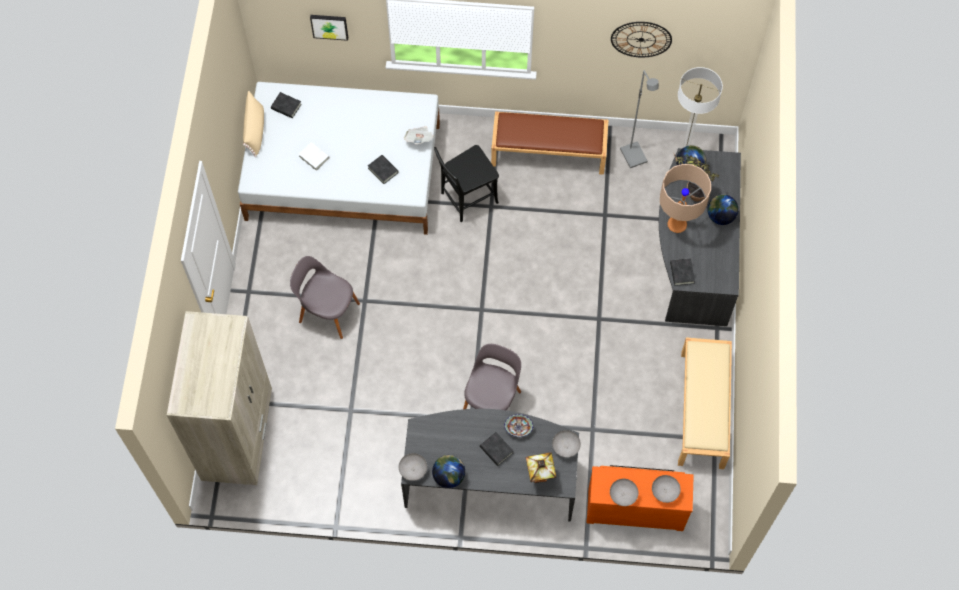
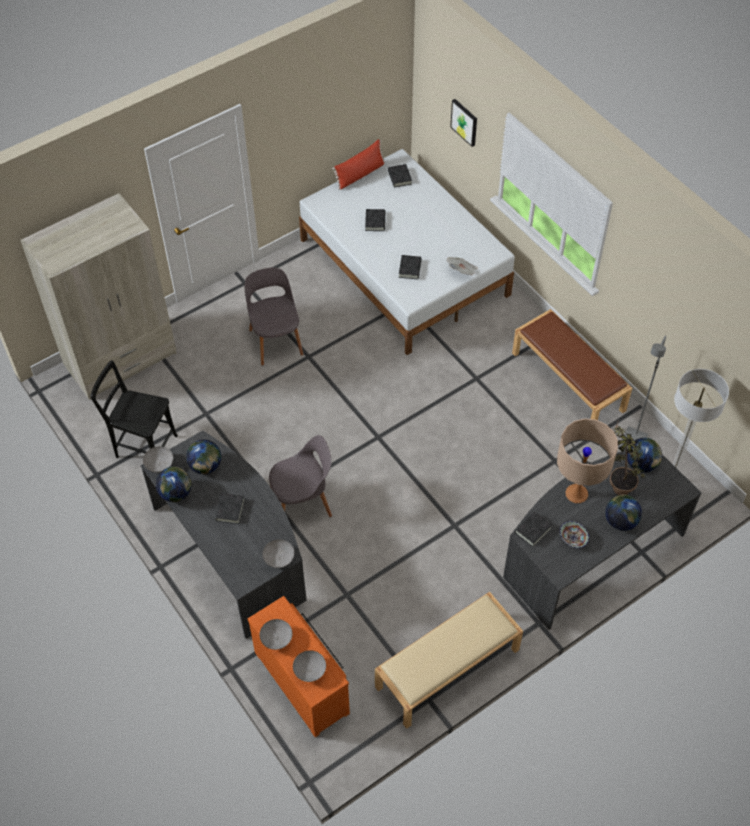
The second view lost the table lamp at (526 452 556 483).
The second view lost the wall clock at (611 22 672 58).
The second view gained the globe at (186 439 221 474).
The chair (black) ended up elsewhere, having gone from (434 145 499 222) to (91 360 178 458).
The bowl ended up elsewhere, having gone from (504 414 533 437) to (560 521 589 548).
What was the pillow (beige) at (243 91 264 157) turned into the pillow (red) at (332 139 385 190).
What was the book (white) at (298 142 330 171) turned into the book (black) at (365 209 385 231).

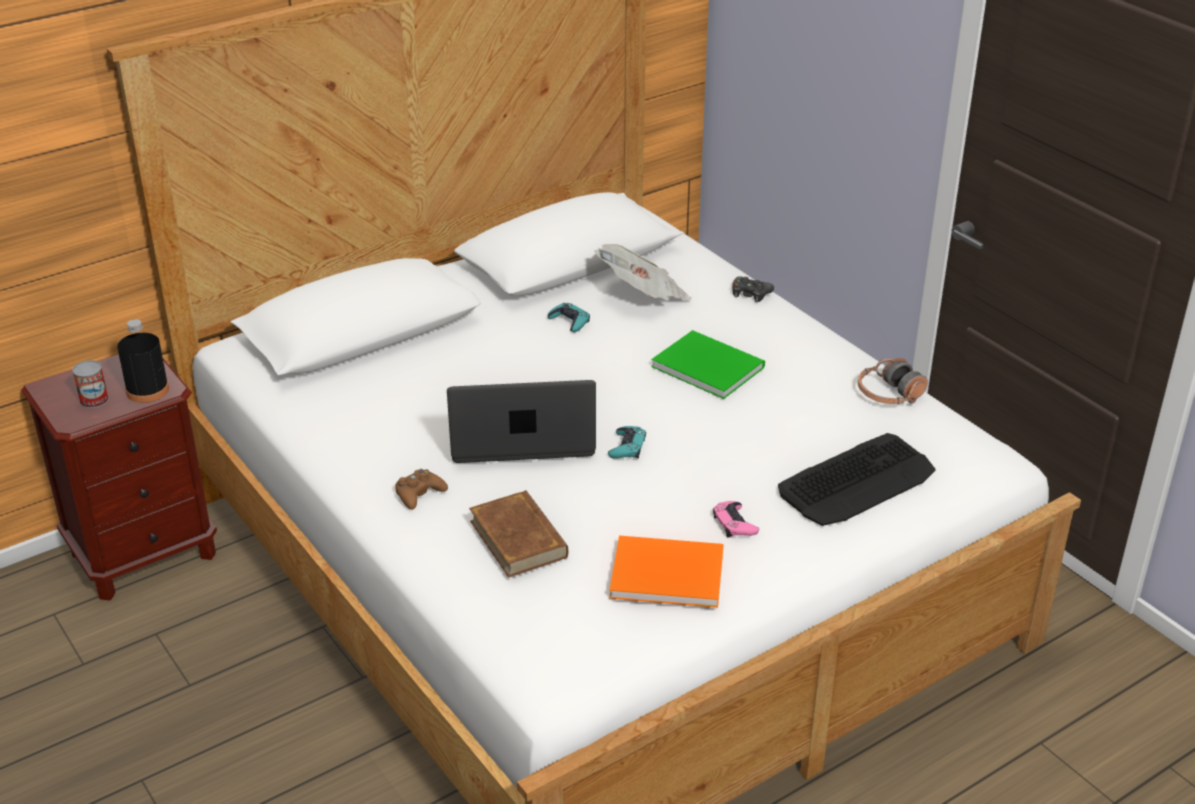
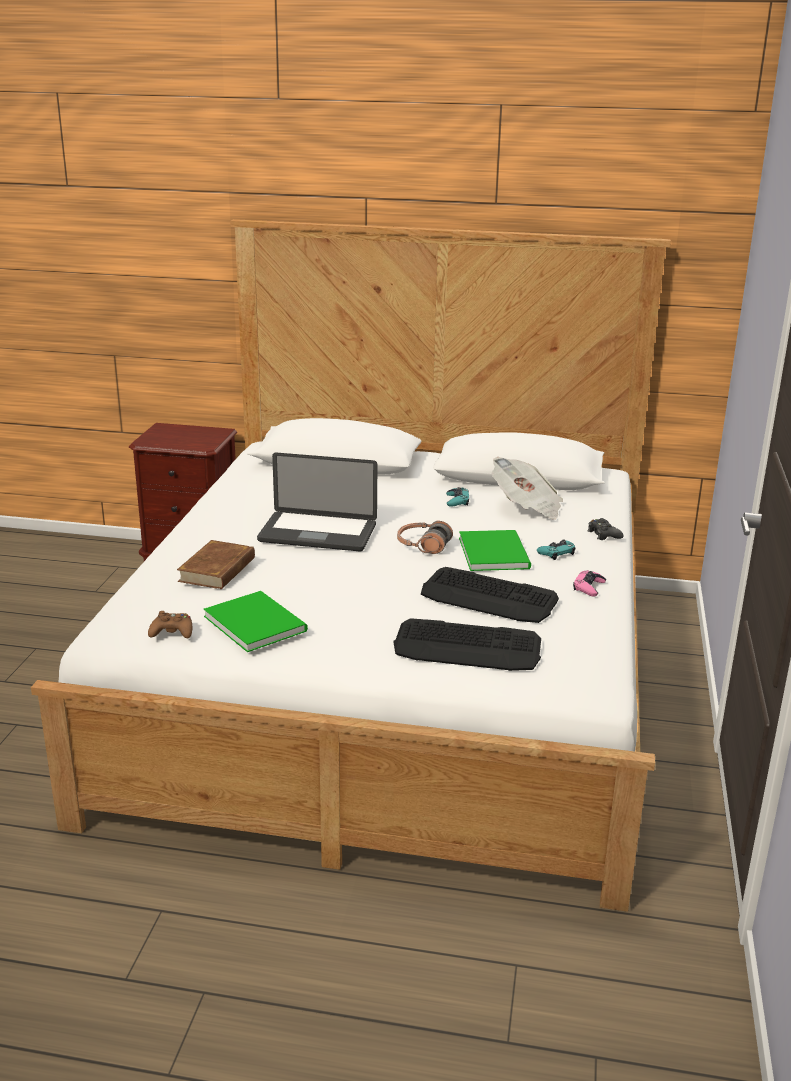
The second view lost the can at (72 360 109 408).
The second view lost the bottle (black) at (117 319 169 403).
The second view gained the keyboard at (421 567 559 623).
The game controller (brown) ended up elsewhere, having gone from (395 469 448 510) to (148 611 192 638).
The game controller (turquoise) ended up elsewhere, having gone from (608 426 646 459) to (537 539 575 560).
The game controller (pink) ended up elsewhere, having gone from (713 501 759 538) to (573 570 606 597).
The headphones ended up elsewhere, having gone from (858 358 928 404) to (397 520 453 554).
What was the book (orange) at (609 535 724 608) turned into the book (green) at (204 591 308 652).
The laptop at (447 380 596 463) ended up facing another way, 150 degrees clockwise from before.

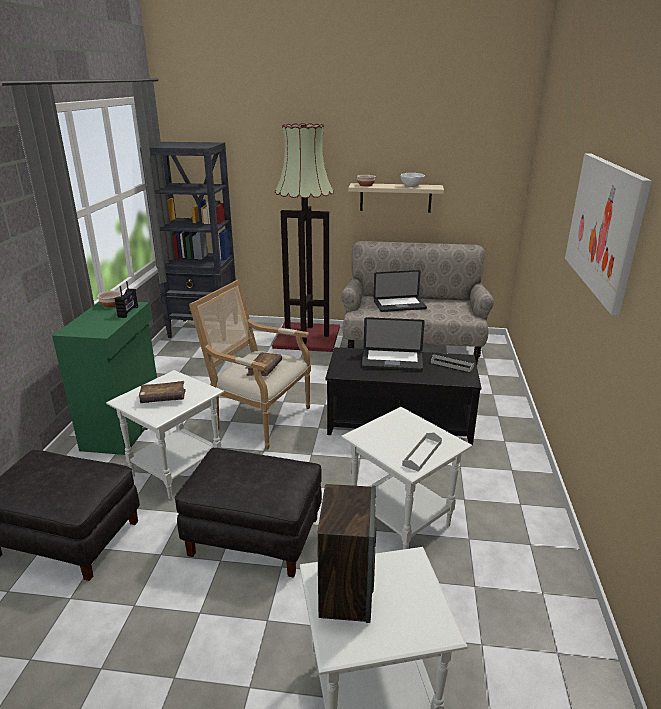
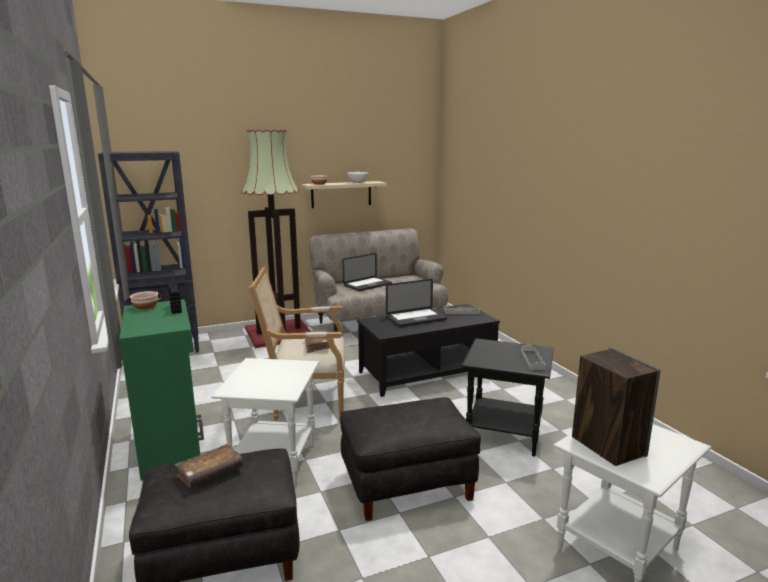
The second view lost the picture at (565 153 652 315).
The book (brown) ended up elsewhere, having gone from (139 381 186 403) to (175 444 243 488).
What was the side table (white) at (341 407 472 549) turned into the side table (black) at (461 338 554 457).

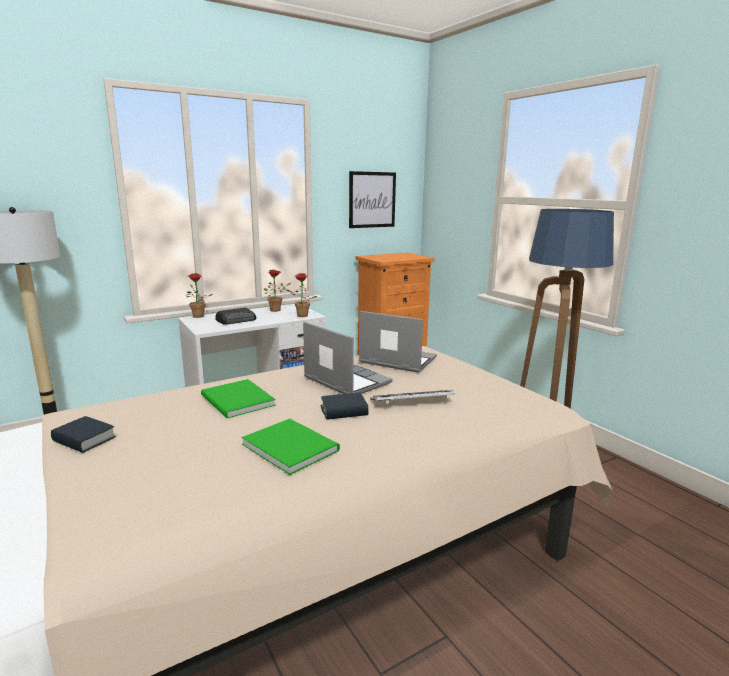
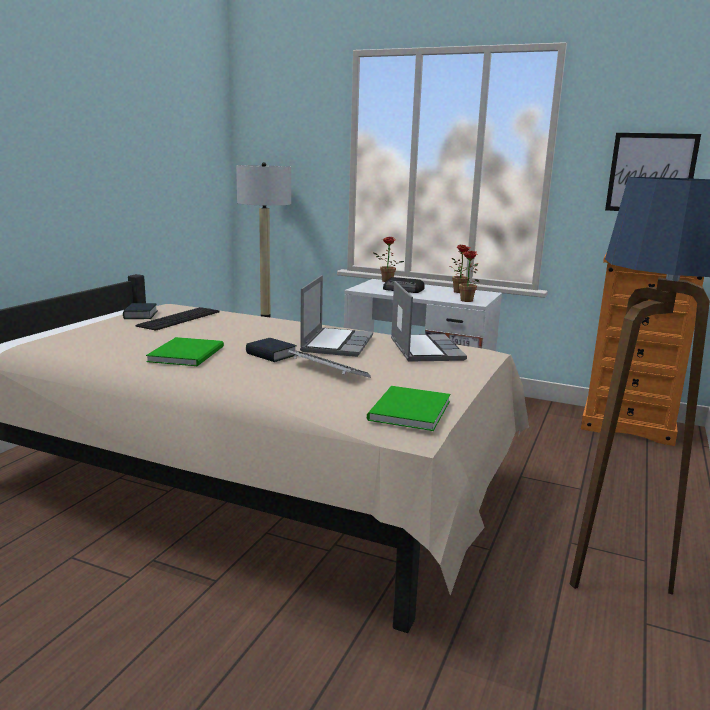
The second view gained the keyboard at (136 307 220 331).
The book (green) ended up elsewhere, having gone from (201 379 276 419) to (367 386 450 431).

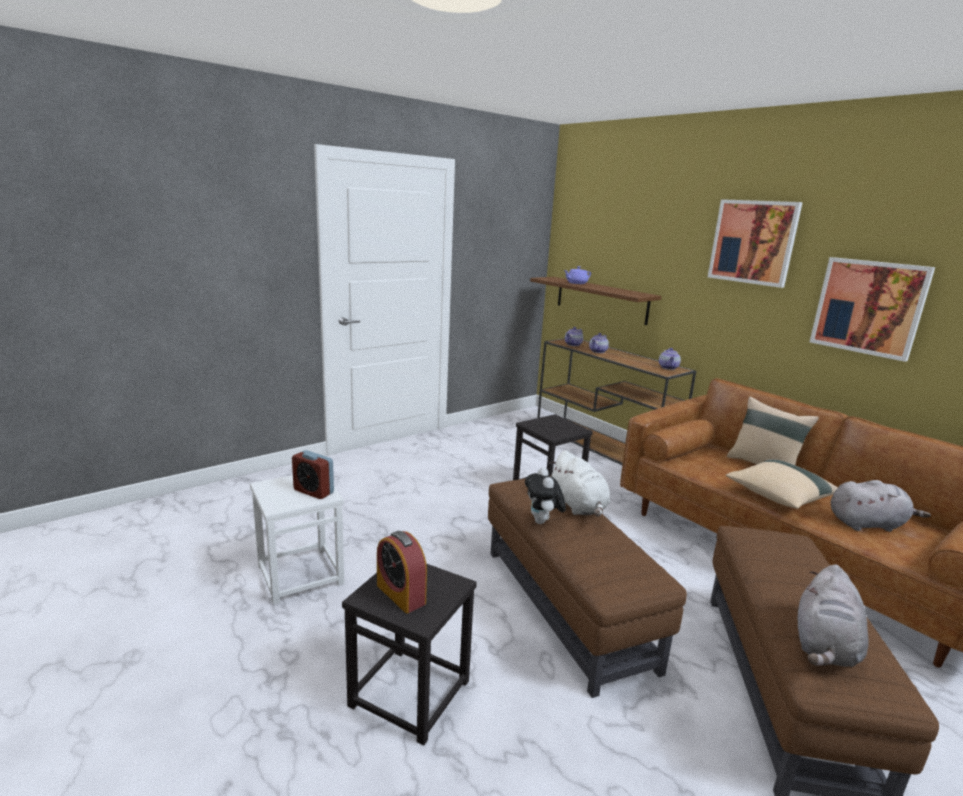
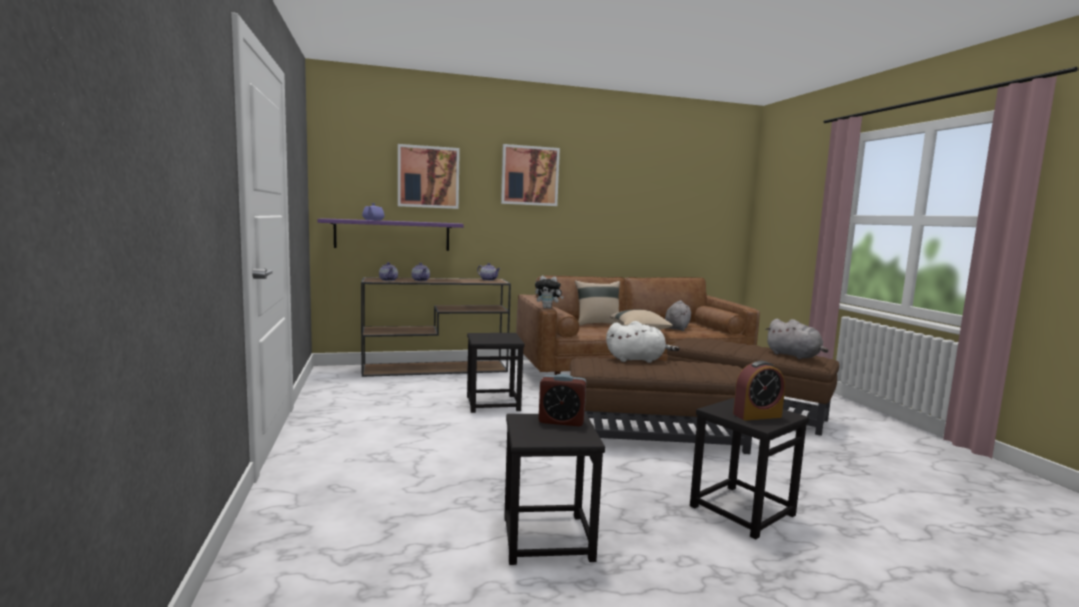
The plush toy ended up elsewhere, having gone from (525 467 566 524) to (535 276 564 309).
The picture ended up elsewhere, having gone from (810 257 935 362) to (398 144 460 209).
What was the stool (white) at (250 475 345 605) turned into the stool (black) at (504 414 605 565).
What was the shelf (brown) at (530 277 662 325) turned into the shelf (purple) at (318 218 464 251).
The alarm clock at (292 450 334 499) ended up facing another way, 45 degrees clockwise from before.

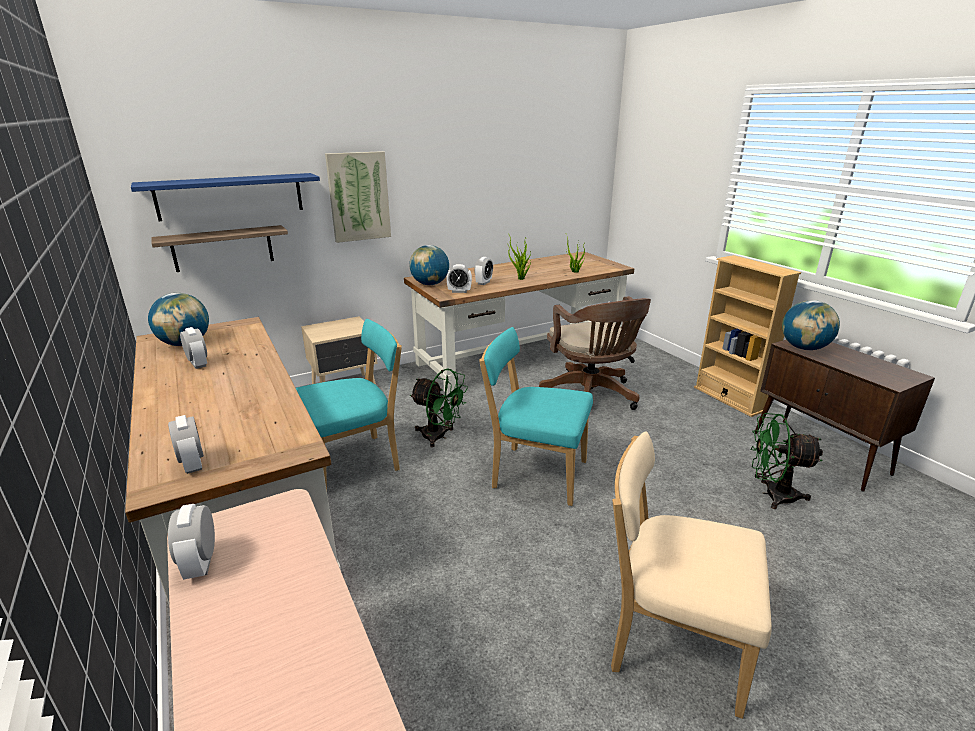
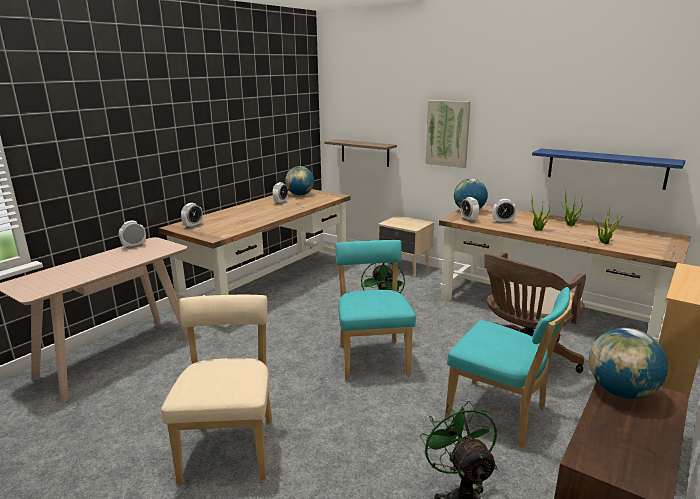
The shelf (blue) ended up elsewhere, having gone from (131 173 320 221) to (532 148 686 190).
The chair (turquoise) ended up elsewhere, having gone from (296 319 402 490) to (445 287 575 448).

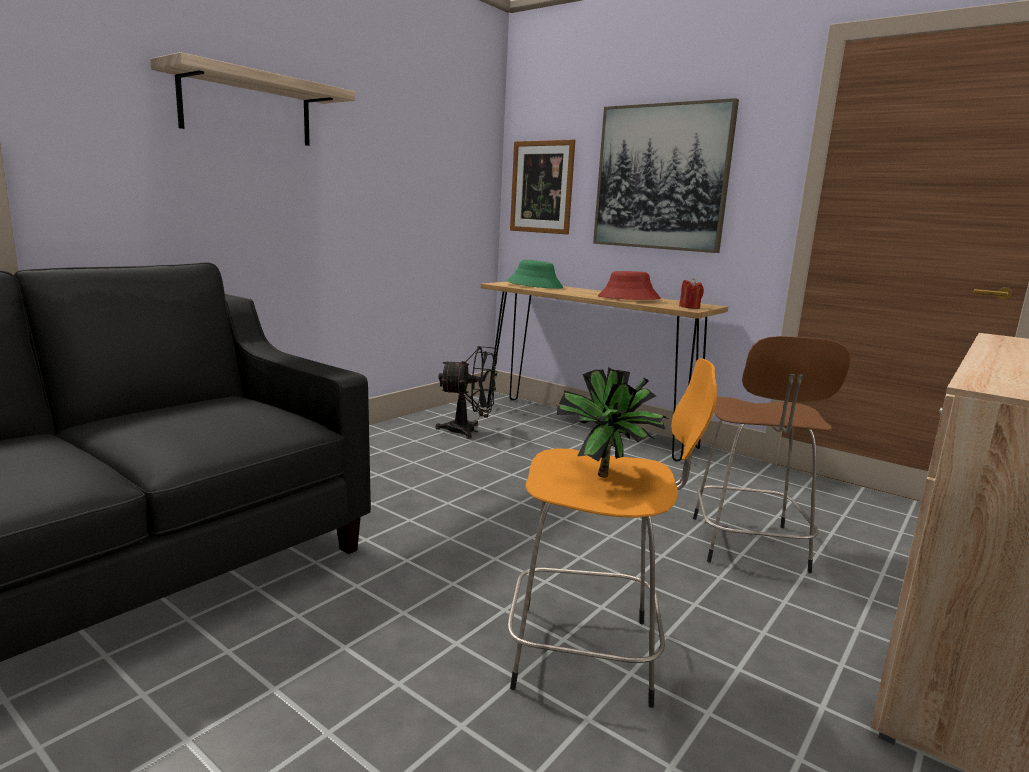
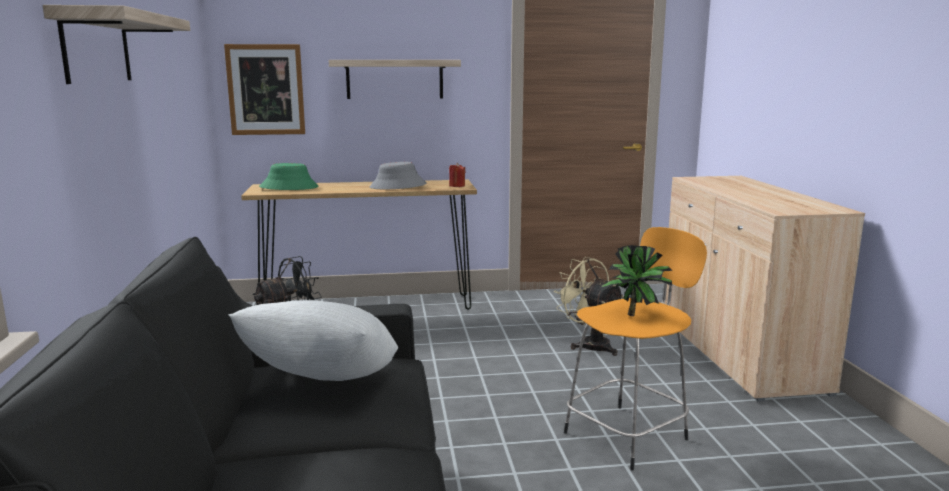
The second view gained the pillow (white) at (229 300 398 381).
Where the picture hung at (593 98 739 253), the shelf came to hang at (329 60 461 99).
Where the stool (brown) stood at (693 336 850 573), the fan (beige) came to stand at (554 257 624 356).
What was the hat (red) at (598 271 661 300) turned into the hat (grey) at (369 162 426 189).

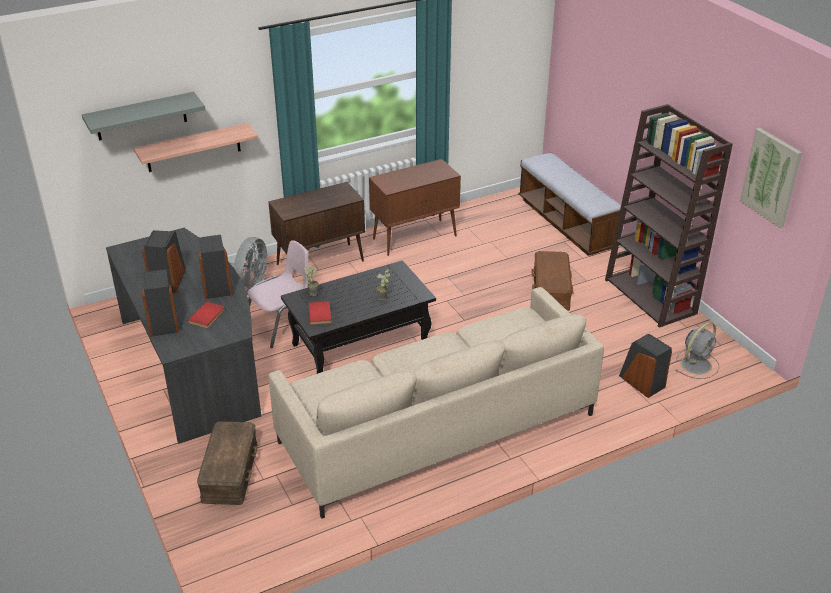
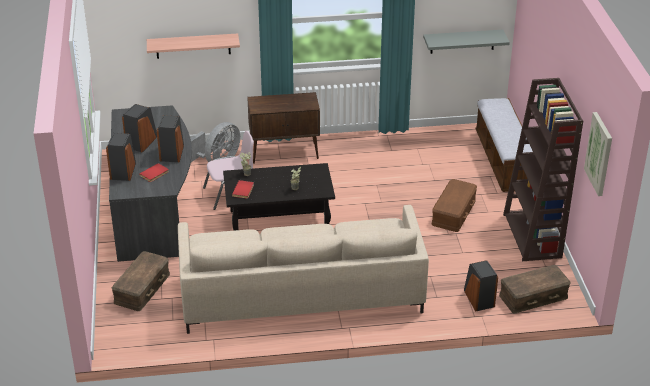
The second view lost the cabinet (brown) at (369 159 461 256).
The shelf (grey) ended up elsewhere, having gone from (82 92 205 141) to (423 30 510 54).
Where the fan (grey) stood at (675 322 719 379), the storage box (brown) came to stand at (499 265 570 313).

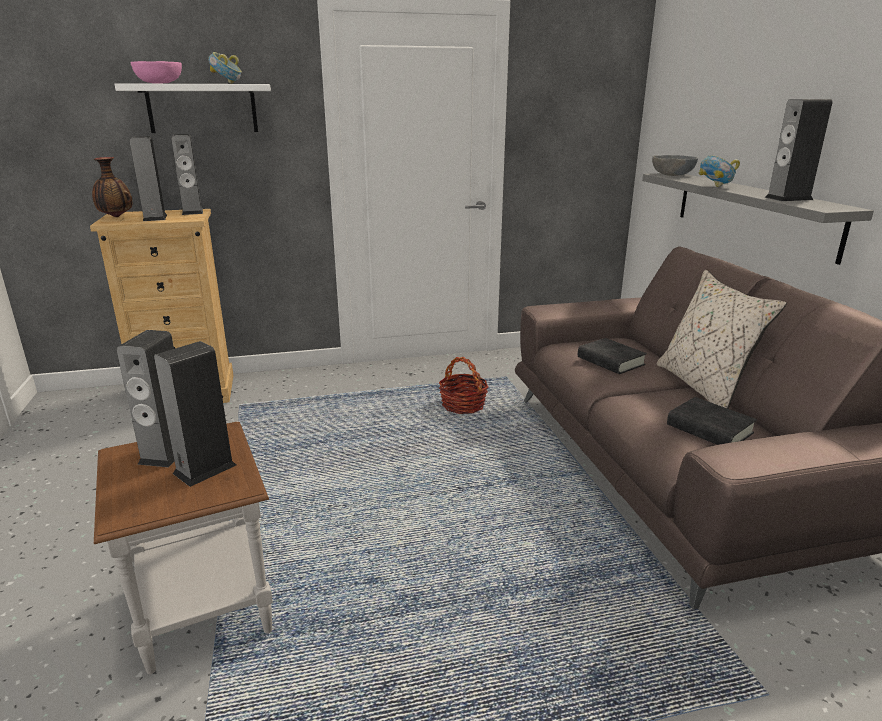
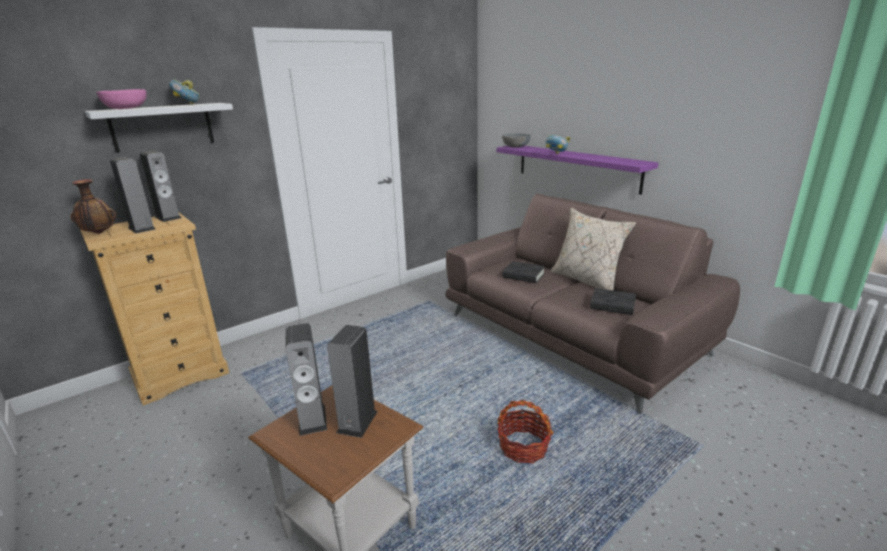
The second view lost the speaker at (765 99 833 201).
The basket ended up elsewhere, having gone from (439 357 488 414) to (497 400 553 463).
What was the shelf (grey) at (642 173 874 265) turned into the shelf (purple) at (497 146 658 195).

